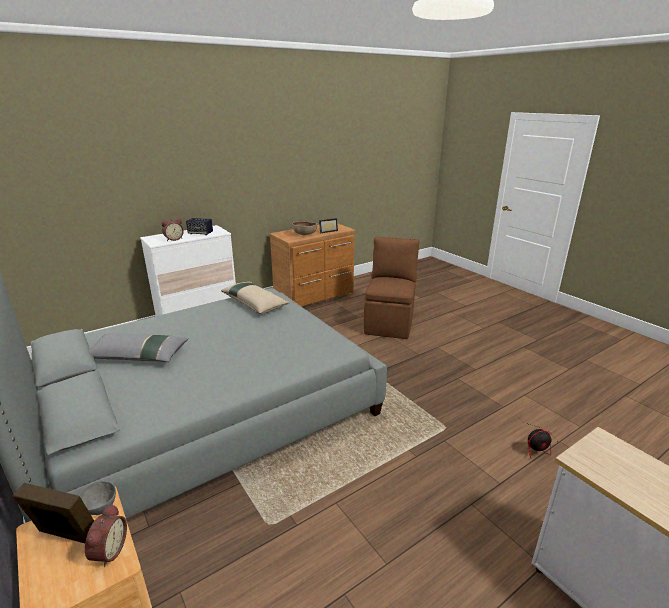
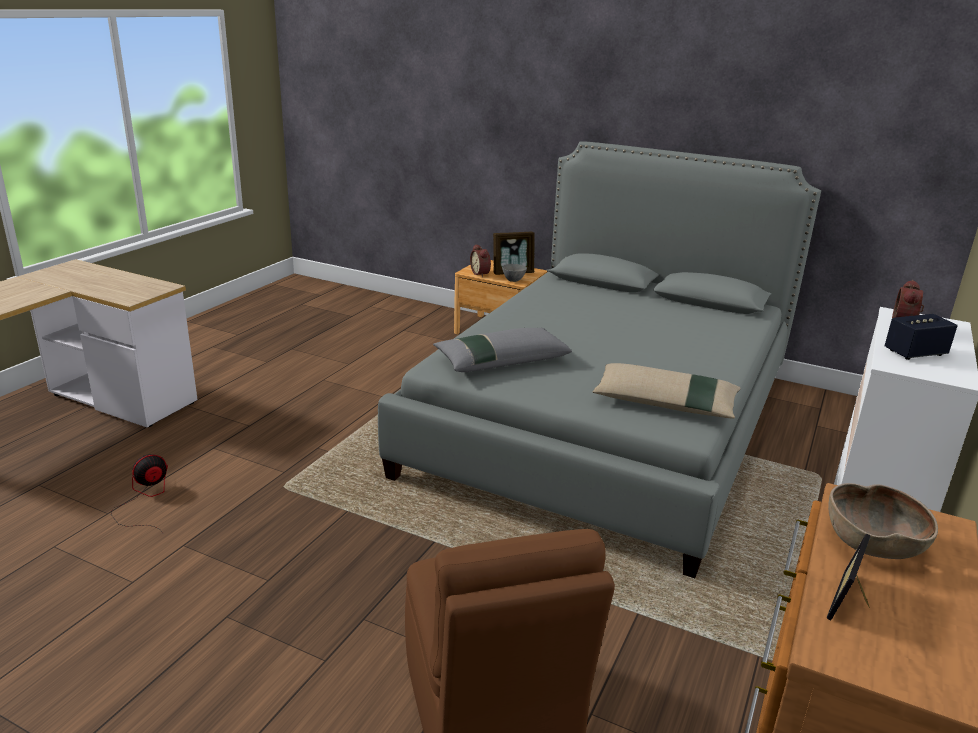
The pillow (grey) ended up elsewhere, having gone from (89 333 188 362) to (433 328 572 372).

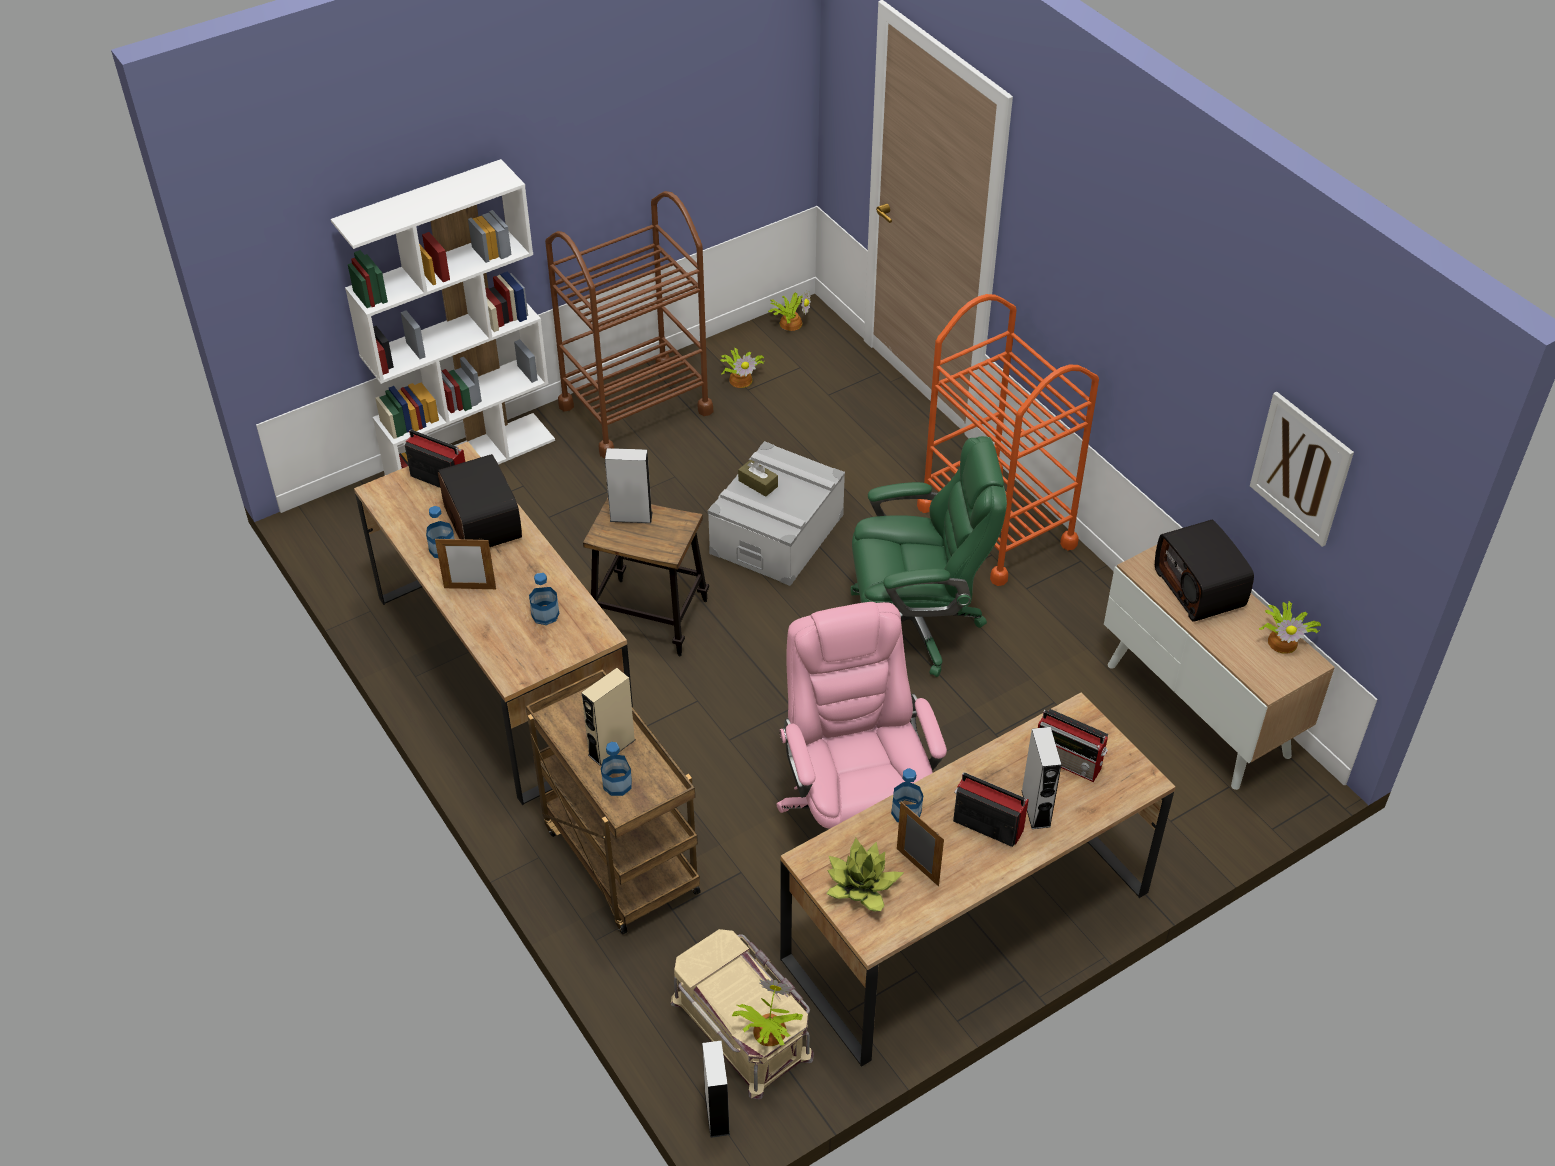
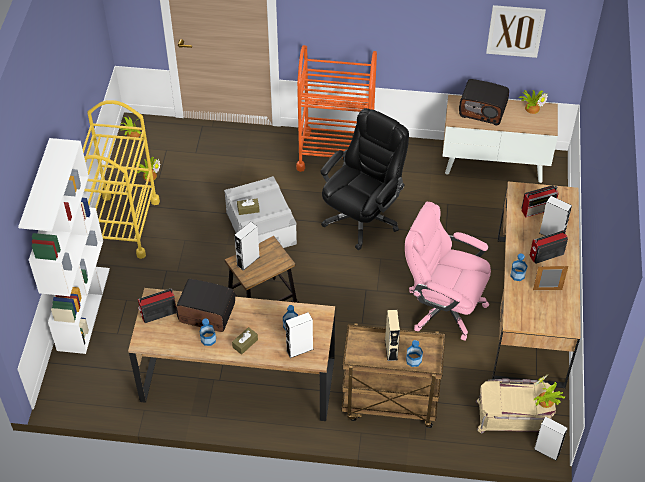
The second view lost the potted plant at (827 838 904 911).
The second view gained the speaker (white) at (285 312 314 358).
Where the picture frame stood at (435 537 496 589), the tissue box (brown) came to stand at (232 327 258 355).
What was the cart (brown) at (545 191 713 458) turned into the cart (yellow) at (83 100 160 259).
What was the office chair (green) at (851 436 1007 677) turned into the office chair (black) at (320 108 409 250).

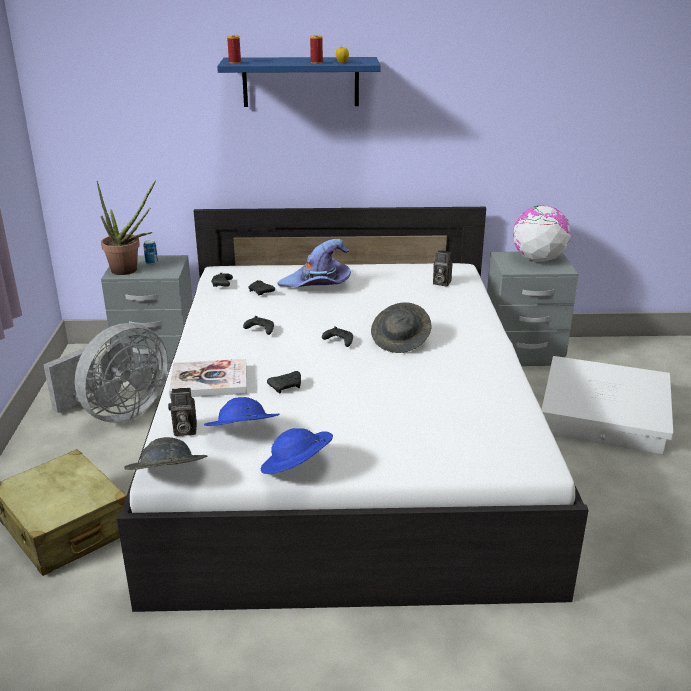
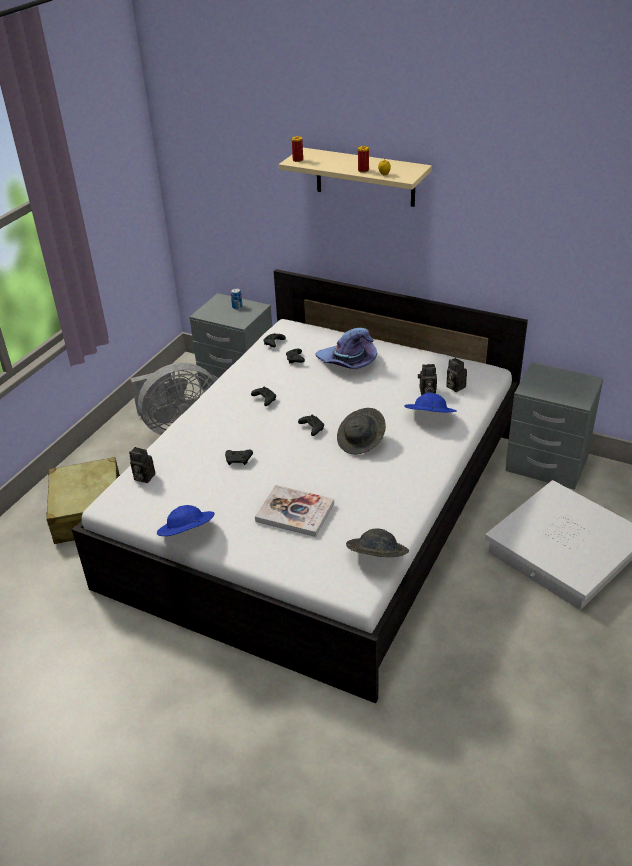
The second view lost the potted plant at (97 180 156 275).
The second view lost the globe at (513 205 571 262).
The second view gained the photo camera at (418 364 437 395).
The hat (grey) ended up elsewhere, having gone from (124 437 207 470) to (346 528 409 557).
The book ended up elsewhere, having gone from (169 359 247 398) to (255 485 334 537).
The hat (blue) ended up elsewhere, having gone from (204 397 280 426) to (404 393 456 412).
What was the shelf (blue) at (217 57 381 107) turned into the shelf (beige) at (279 148 432 207).

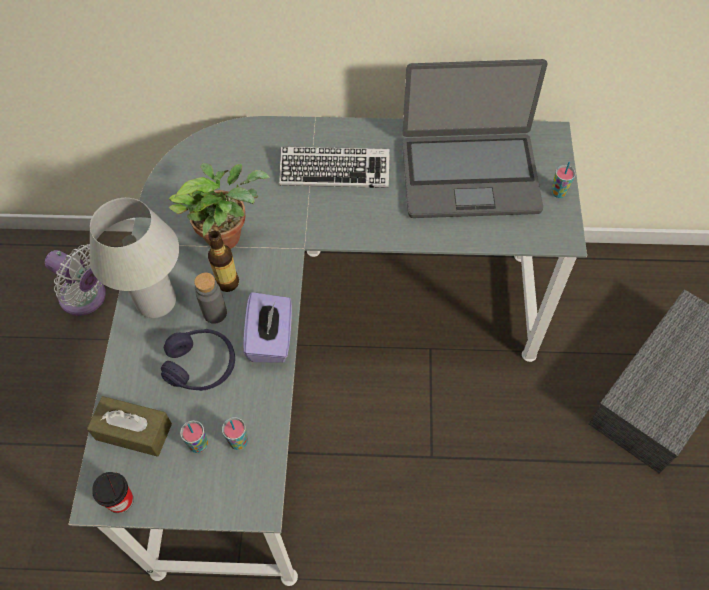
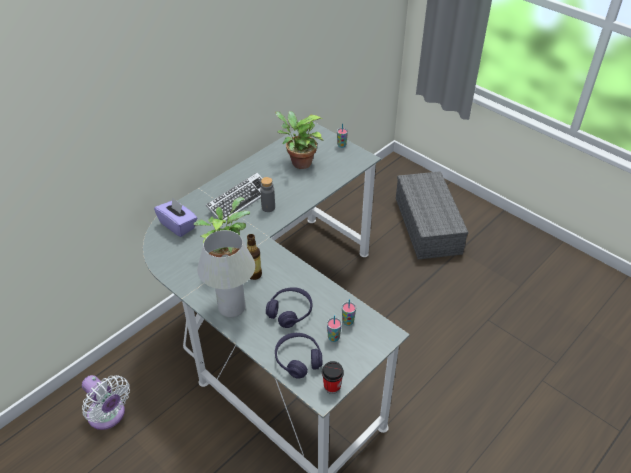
The bottle (grey) ended up elsewhere, having gone from (194 272 227 324) to (260 177 275 212).
The tissue box (purple) ended up elsewhere, having gone from (243 292 292 363) to (154 197 197 237).
Where the tissue box (brown) stood at (87 396 172 457), the headphones (purple) came to stand at (275 333 323 378).
Where the laptop stood at (402 59 547 218), the potted plant came to stand at (275 111 323 169).
The fan (white) at (45 244 106 316) ended up facing another way, 60 degrees clockwise from before.

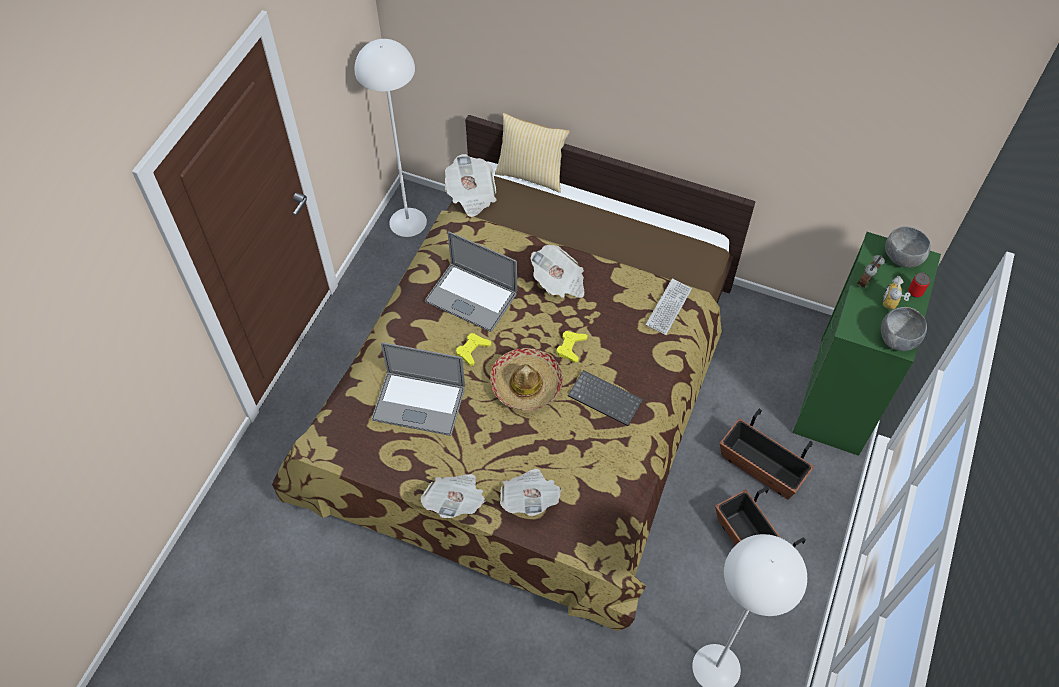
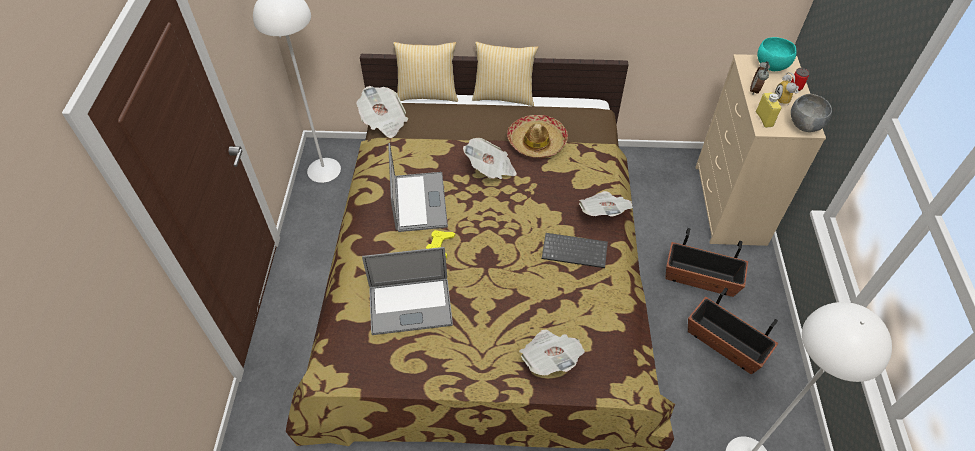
The second view lost the game controller (yellow) at (557 331 588 362).
The second view lost the keyboard at (646 278 692 335).
The second view gained the pillow at (472 42 538 106).
The second view gained the bottle (yellow) at (756 92 782 128).
The newspaper ended up elsewhere, having gone from (421 474 486 518) to (579 191 633 217).
The hat ended up elsewhere, having gone from (490 348 563 411) to (507 115 568 158).
What was the dresser (green) at (792 232 941 456) turned into the dresser (beige) at (695 54 826 246).
What was the bowl (grey) at (885 226 930 268) turned into the bowl (turquoise) at (757 37 796 71).
The laptop at (425 231 517 332) ended up facing another way, 105 degrees counterclockwise from before.

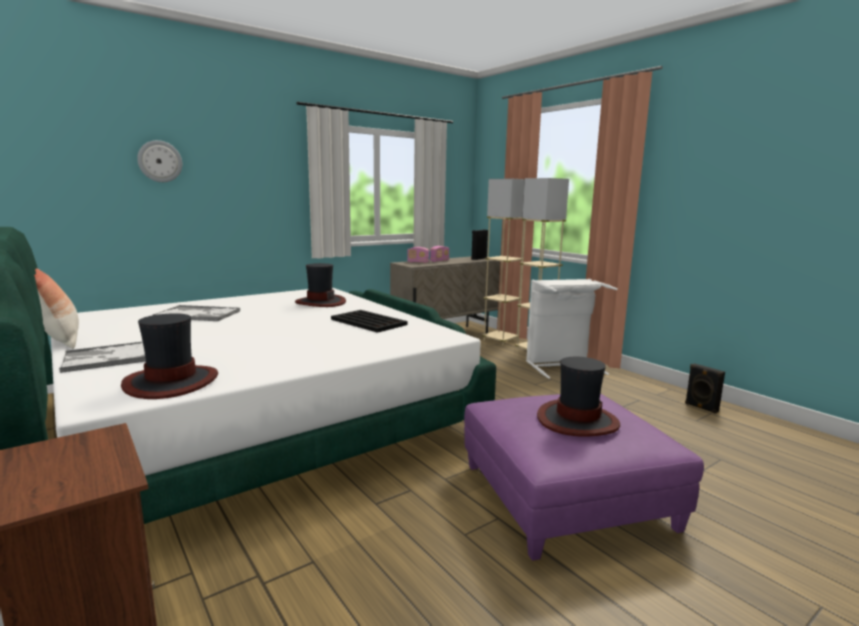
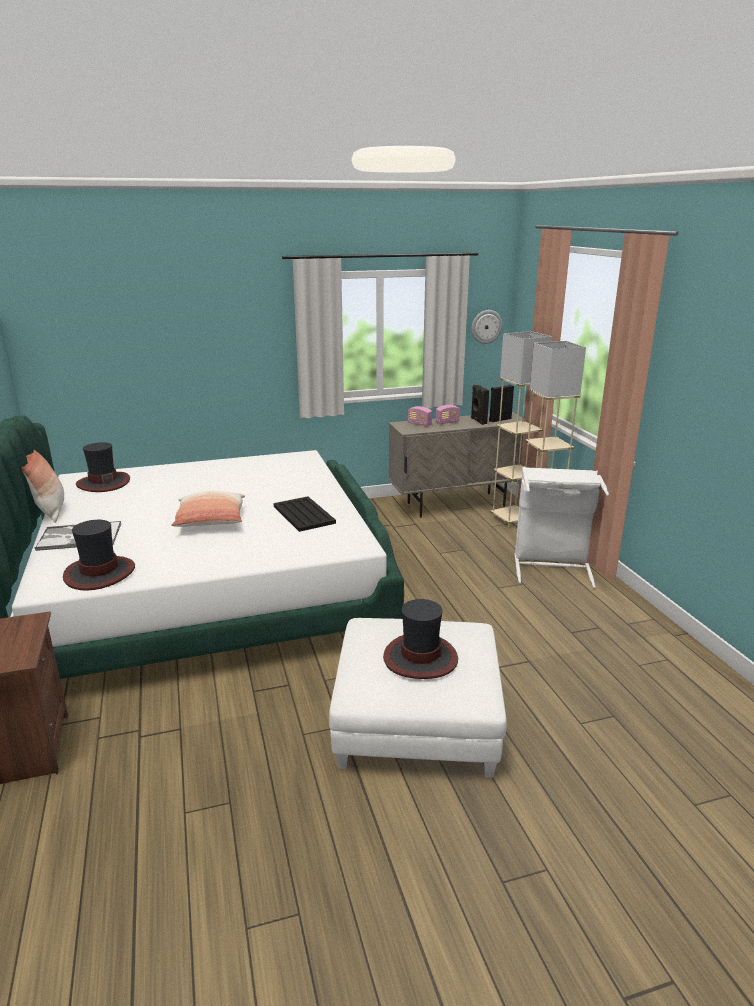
The second view lost the tray at (153 305 240 321).
The second view gained the pillow at (171 491 245 527).
The wall clock ended up elsewhere, having gone from (137 140 182 182) to (472 310 503 344).
The hat ended up elsewhere, having gone from (295 263 346 307) to (76 442 130 492).
The speaker (black) ended up elsewhere, having gone from (685 363 725 414) to (471 385 489 425).
What was the ottoman (purple) at (464 393 704 561) turned into the ottoman (white) at (329 618 507 778).

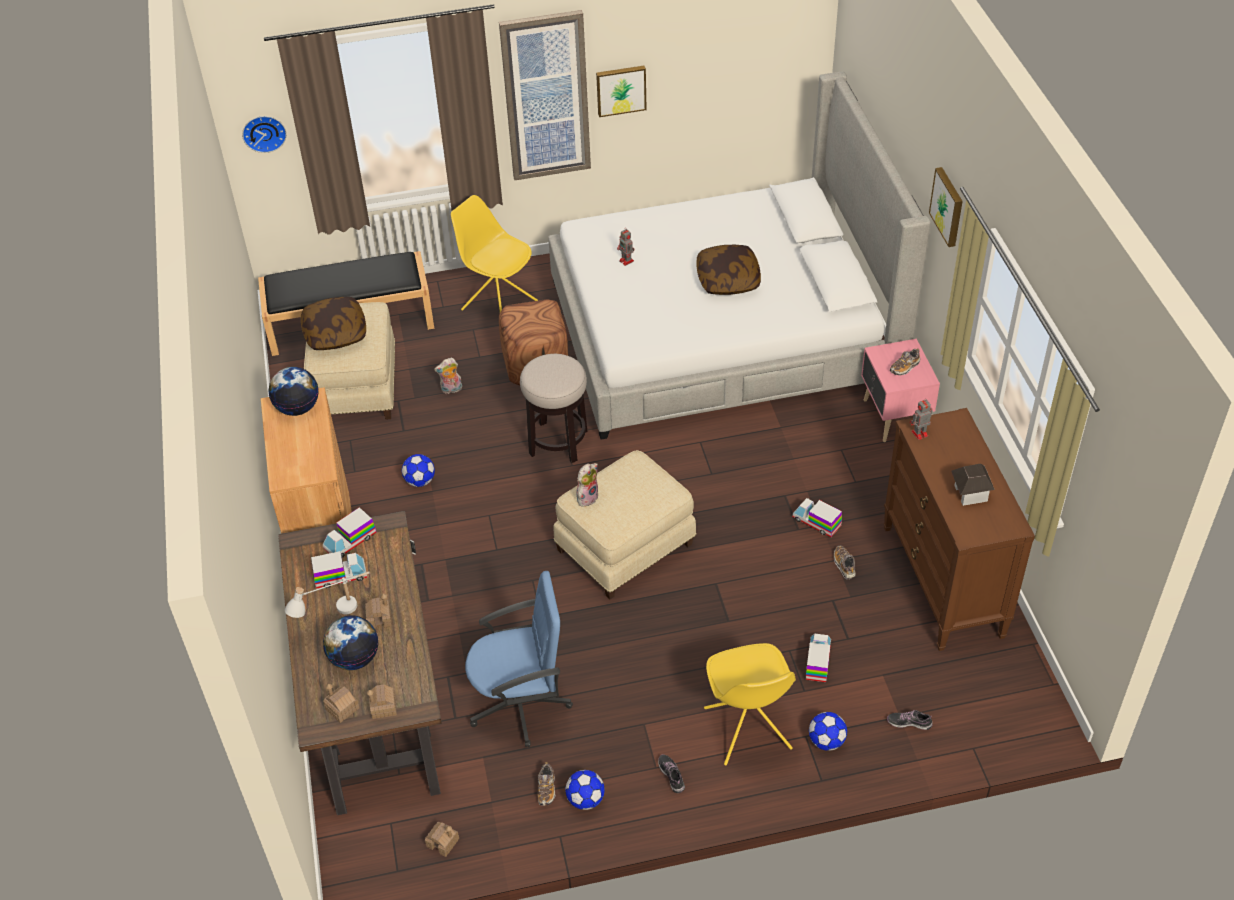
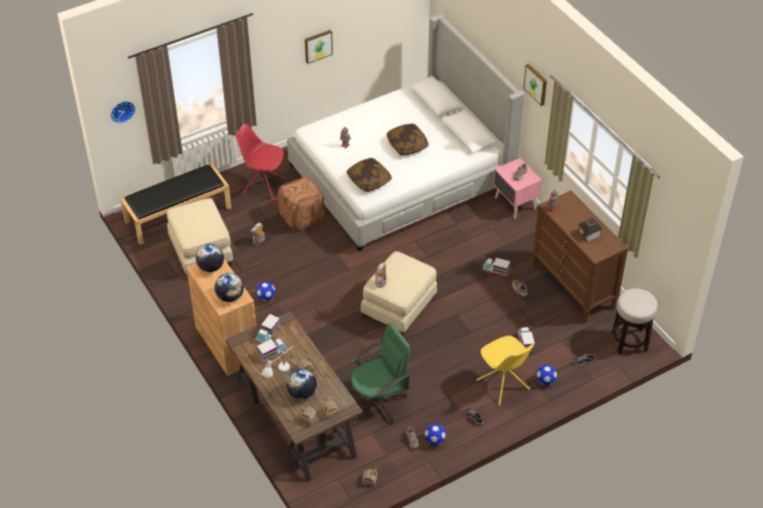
The second view lost the picture at (499 10 591 180).
The second view gained the globe at (214 273 244 302).
The pillow ended up elsewhere, having gone from (301 297 366 350) to (346 158 392 192).
The stool ended up elsewhere, having gone from (520 354 588 463) to (612 288 658 354).
What was the chair (yellow) at (451 195 538 312) turned into the chair (red) at (235 124 286 201).
What was the office chair (blue) at (465 571 573 747) turned into the office chair (green) at (350 323 411 423).

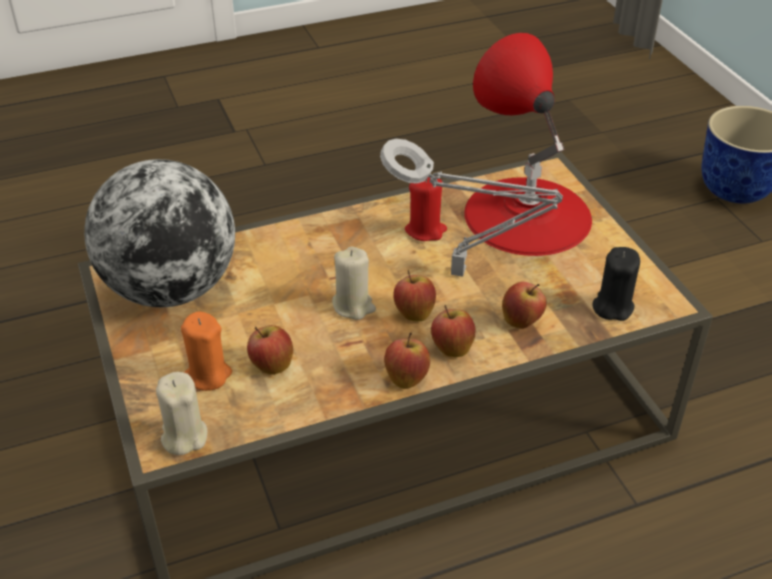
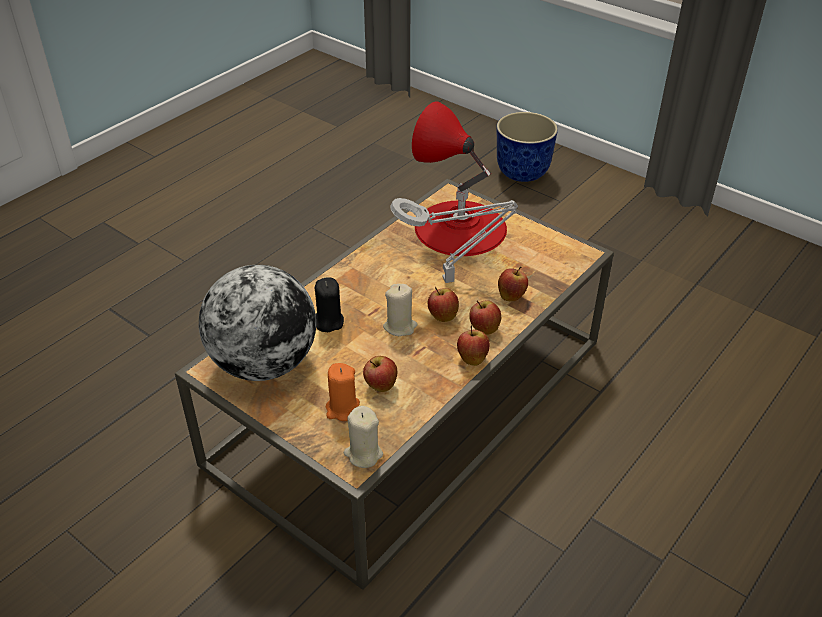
The second view lost the candle (red) at (405 176 447 241).
The candle (black) ended up elsewhere, having gone from (593 247 640 321) to (314 277 344 332).

